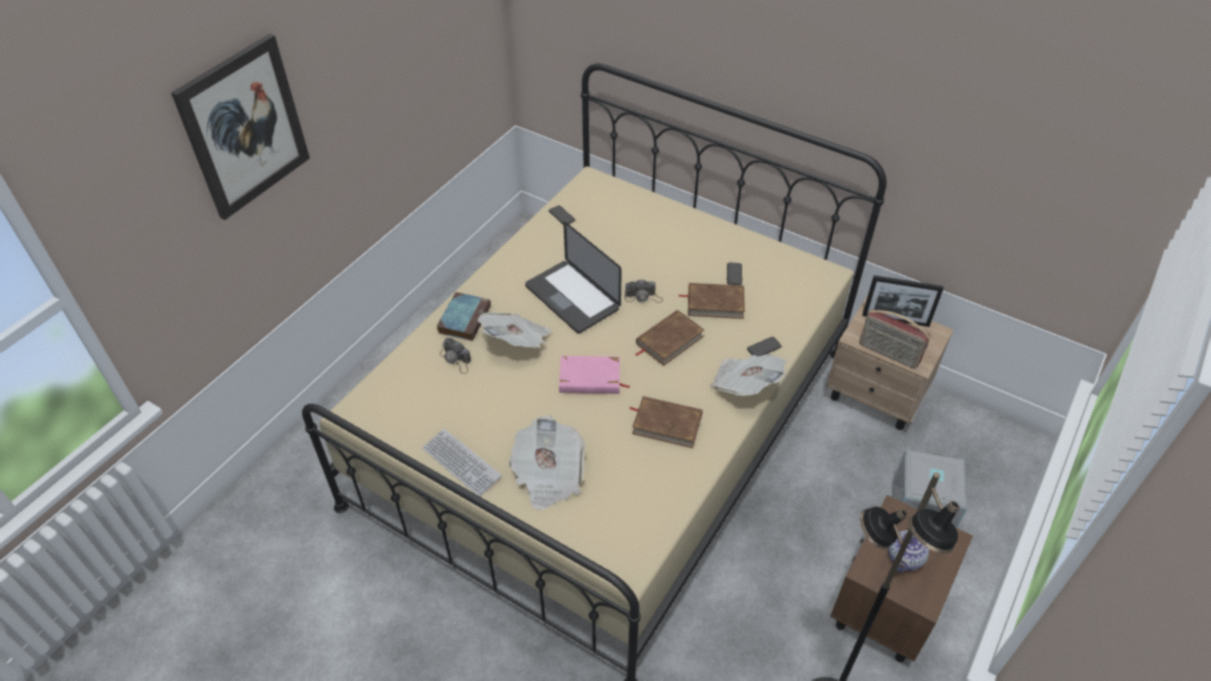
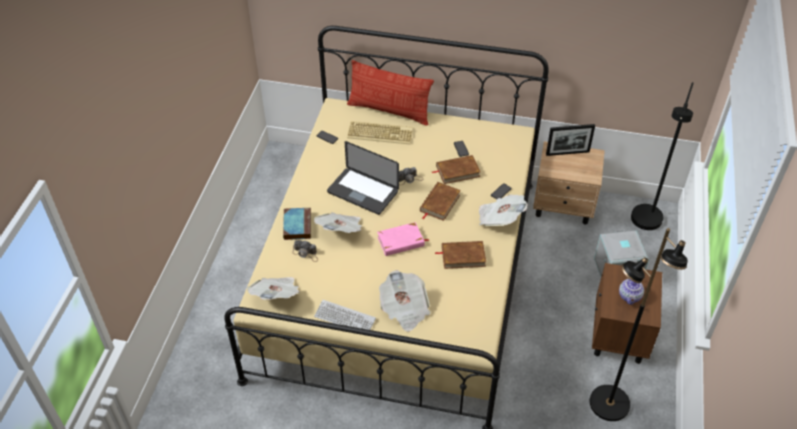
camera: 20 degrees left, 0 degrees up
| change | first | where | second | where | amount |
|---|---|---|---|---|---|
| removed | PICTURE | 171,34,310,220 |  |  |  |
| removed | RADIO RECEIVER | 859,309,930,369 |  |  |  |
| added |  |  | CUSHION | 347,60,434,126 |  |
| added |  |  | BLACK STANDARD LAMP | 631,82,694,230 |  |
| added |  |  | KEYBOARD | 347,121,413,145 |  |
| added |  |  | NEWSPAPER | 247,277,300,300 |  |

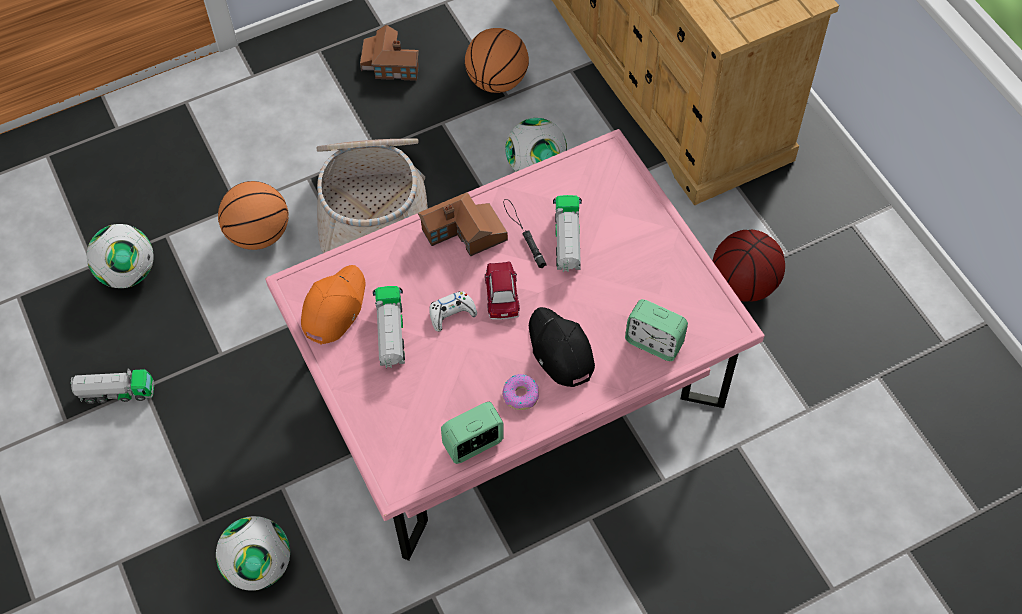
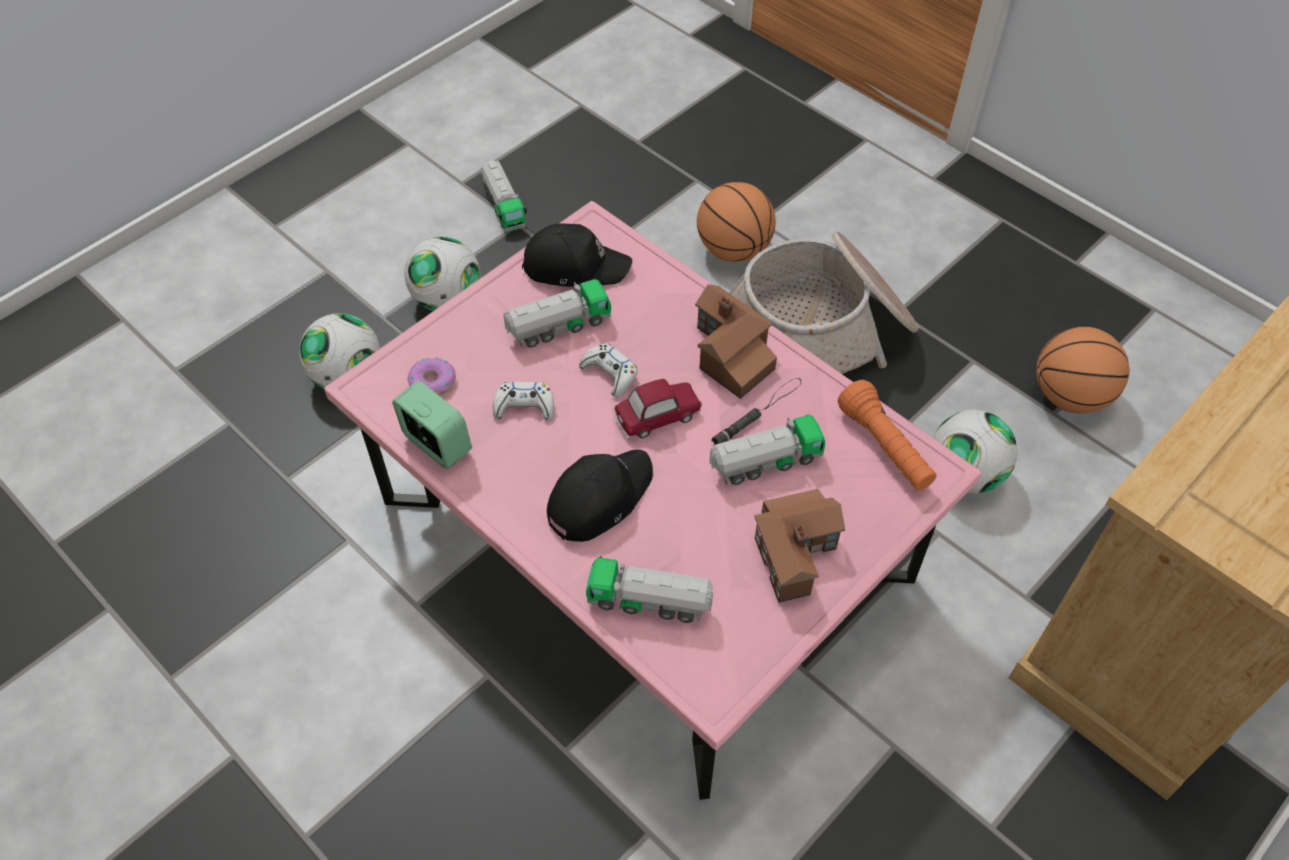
camera: 70 degrees right, 5 degrees down
| change | first | where | second | where | amount |
|---|---|---|---|---|---|
| moved | TOY HOUSE | 360,24,419,81 |  | 754,489,845,603 |  |
| moved | BALL FOR FOOTBALL | 87,224,154,288 |  | 404,237,481,311 |  |
| removed | BASKETBALL | 713,230,785,302 |  |  |  |
| recoloured | ORANGEY CAP | 301,265,366,345 | BLACK CAP | 522,224,632,287 |  |
| replaced | TABLE CLOCK | 625,299,688,361 | TOY TRUCK | 586,556,713,623 |  |
| moved | RING DOUGHNUT | 502,374,539,410 |  | 407,357,456,396 |  |
| added |  |  | ORANGEY FLASHLIGHT | 838,380,937,490 |  |
| added |  |  | WHITE-COLOURED GAMEPAD | 493,382,554,421 |  |

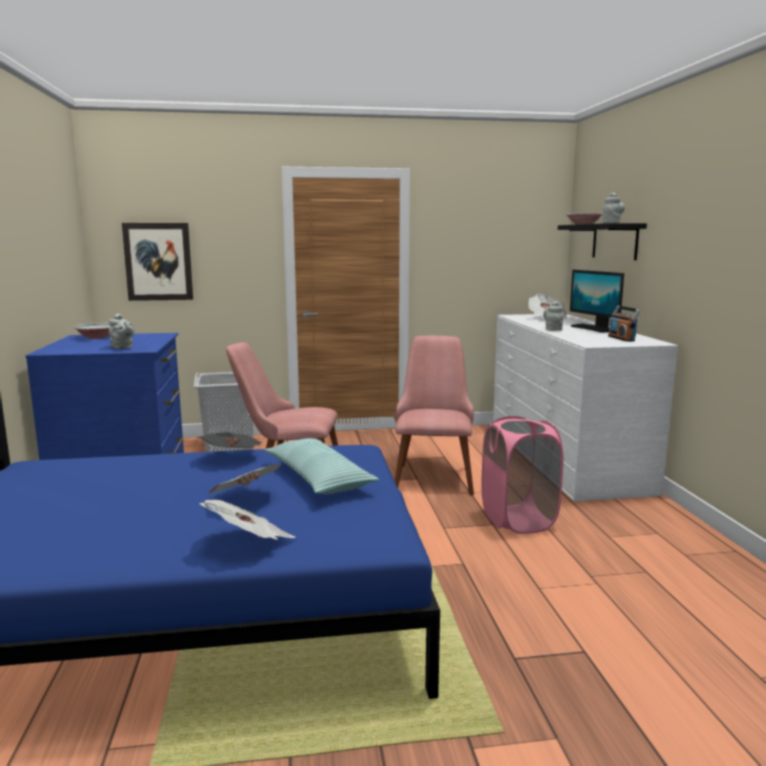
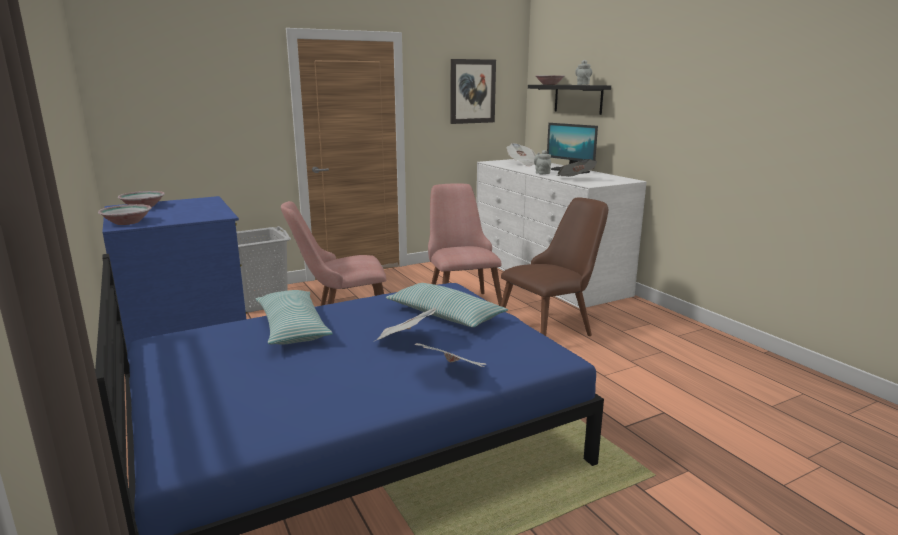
camera: 20 degrees left, 5 degrees up
| change | first | where | second | where | amount |
|---|---|---|---|---|---|
| moved | PICTURE | 122,223,193,301 |  | 451,59,496,124 |  |
| removed | RADIO RECEIVER | 608,306,641,342 |  |  |  |
| removed | GREY TEA POT | 109,314,135,349 |  |  |  |
| replaced | PINK-COLOURED HAMPER | 481,416,563,534 | BROWN UPRIGHT CHAIR | 500,197,608,336 |  |
| moved | NEWSPAPER | 197,433,262,448 |  | 557,159,597,177 |  |
| added |  |  | BOWL | 98,204,152,225 |  |
| added |  |  | CUSHION | 256,290,333,345 |  |

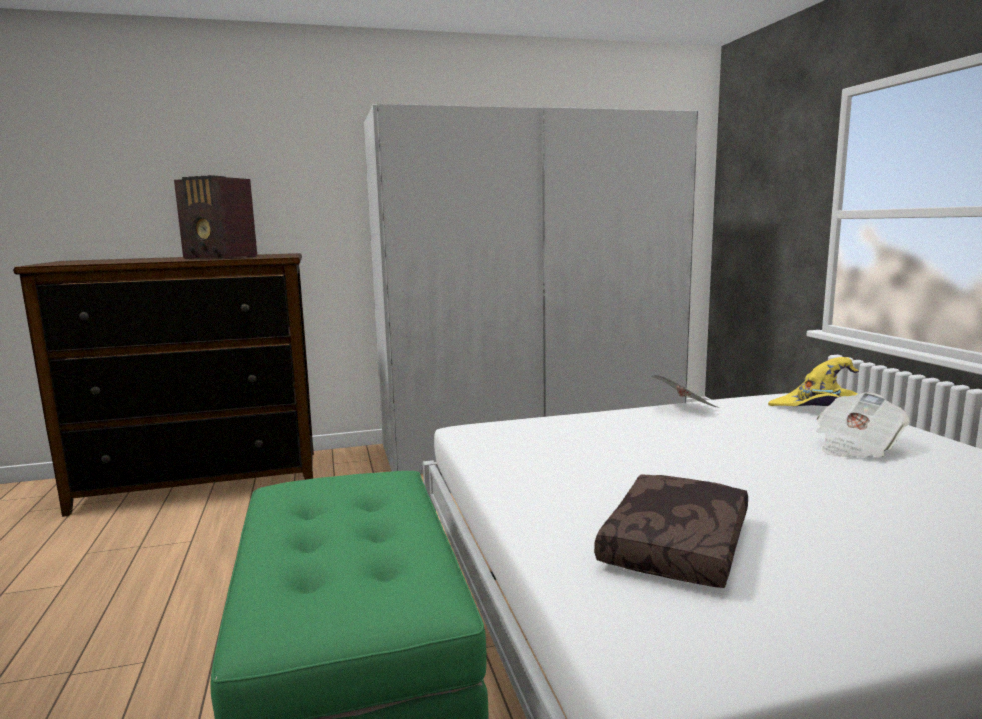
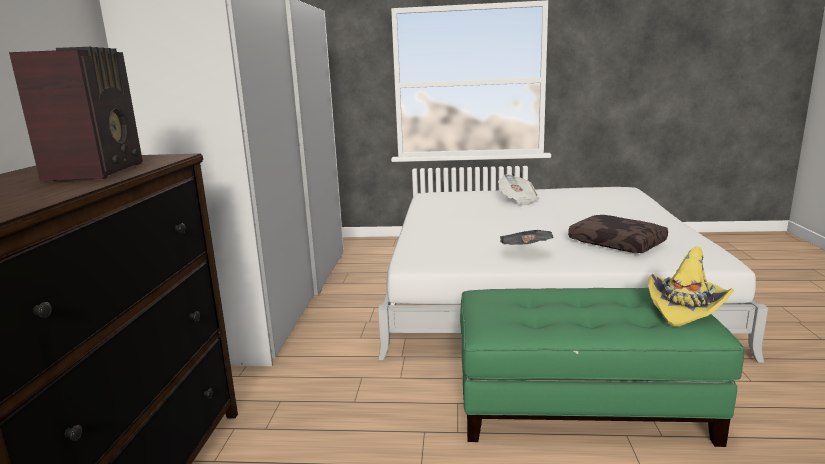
camera: 70 degrees left, 5 degrees up
| change | first | where | second | where | amount |
|---|---|---|---|---|---|
| turned | RADIO RECEIVER | 174,175,257,259 |  | 9,47,143,182 | 45 degrees counterclockwise |
| moved | YELLOW HAT | 768,357,858,406 |  | 648,246,734,327 |  |
| moved | NEWSPAPER | 651,375,717,407 |  | 500,230,554,245 |  |

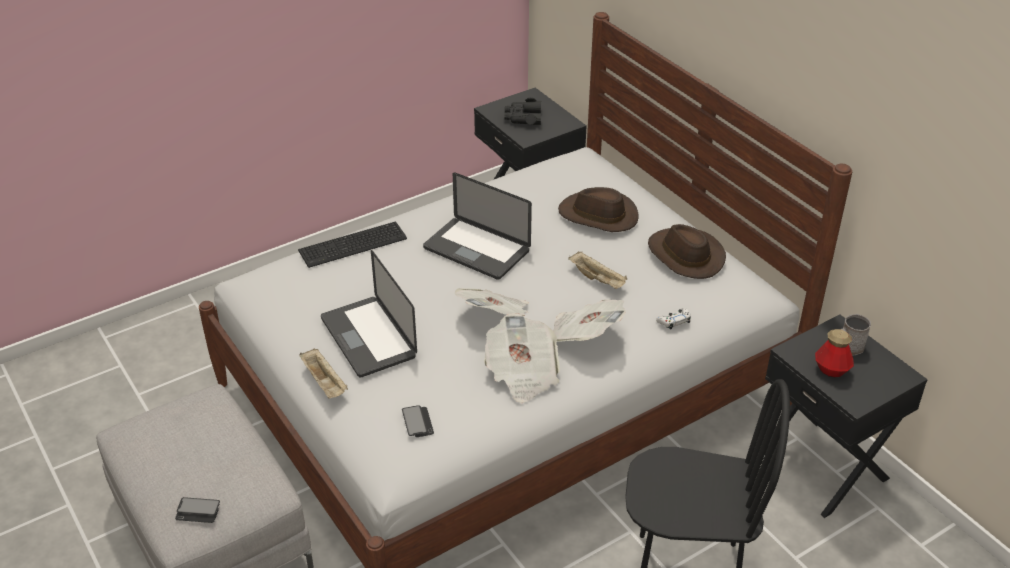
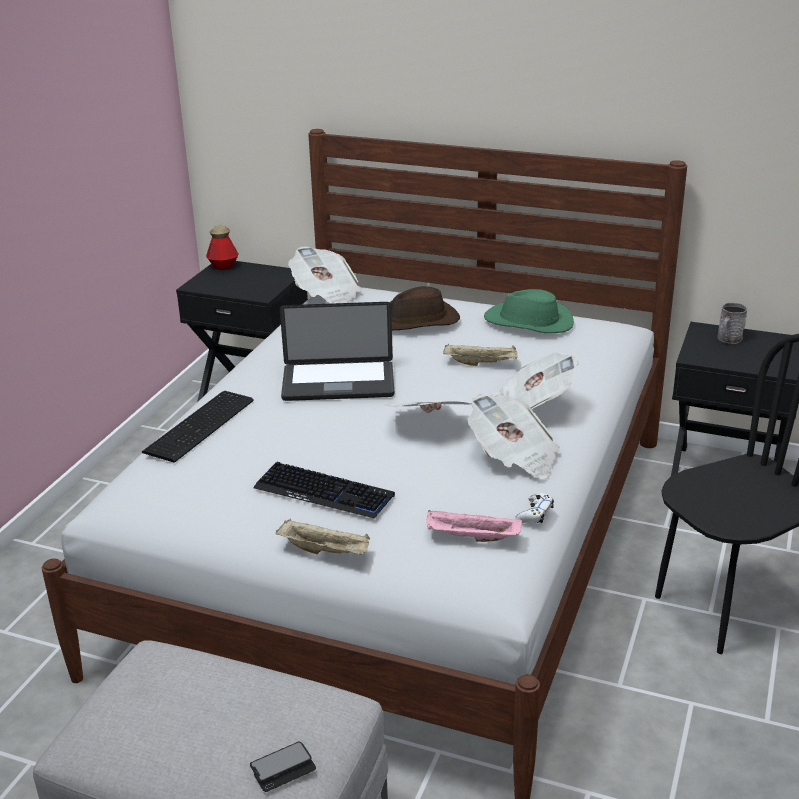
camera: 35 degrees left, 10 degrees down
| change | first | where | second | where | amount |
|---|---|---|---|---|---|
| removed | BLACK PAIR OF BINOCULARS | 504,98,541,125 |  |  |  |
| recoloured | BROWN HAT | 648,224,726,279 | GREEN HAT | 484,289,574,333 |  |
| replaced | NOTEBOOK COMPUTER | 321,250,417,378 | KEYBOARD | 254,462,395,519 |  |
| moved | WHITE-COLOURED GAMEPAD | 656,308,691,329 |  | 515,493,554,523 |  |
| moved | DRINK BOTTLE | 815,329,854,377 |  | 206,226,239,270 |  |
| replaced | TELEPHONE | 402,405,434,437 | PINK-COLOURED CARRYING TRAY | 427,510,522,542 |  |
| added |  |  | NEWSPAPER | 288,246,362,304 |  |

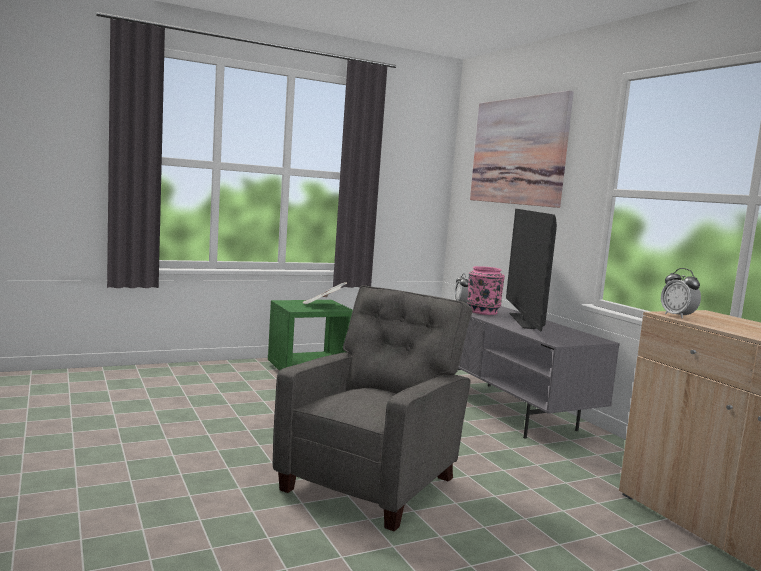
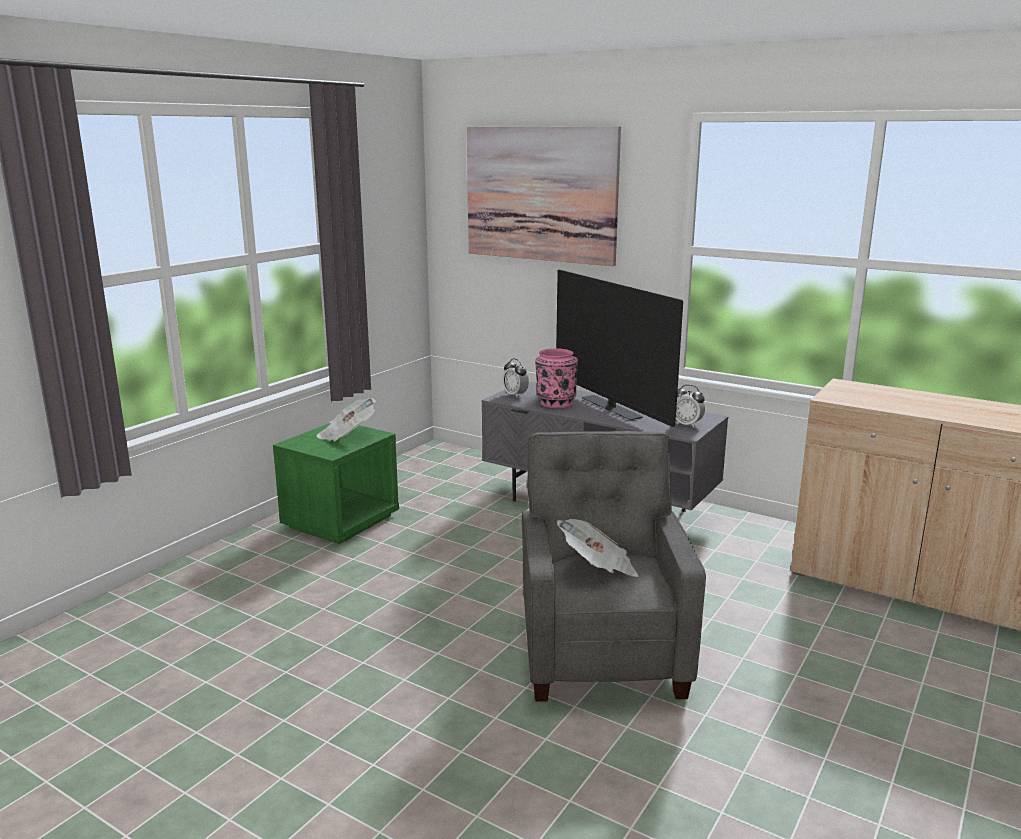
camera: 30 degrees left, 10 degrees up
| change | first | where | second | where | amount |
|---|---|---|---|---|---|
| moved | TABLE CLOCK | 661,268,701,319 |  | 676,385,705,428 |  |
| added |  |  | NEWSPAPER | 557,519,639,577 |  |

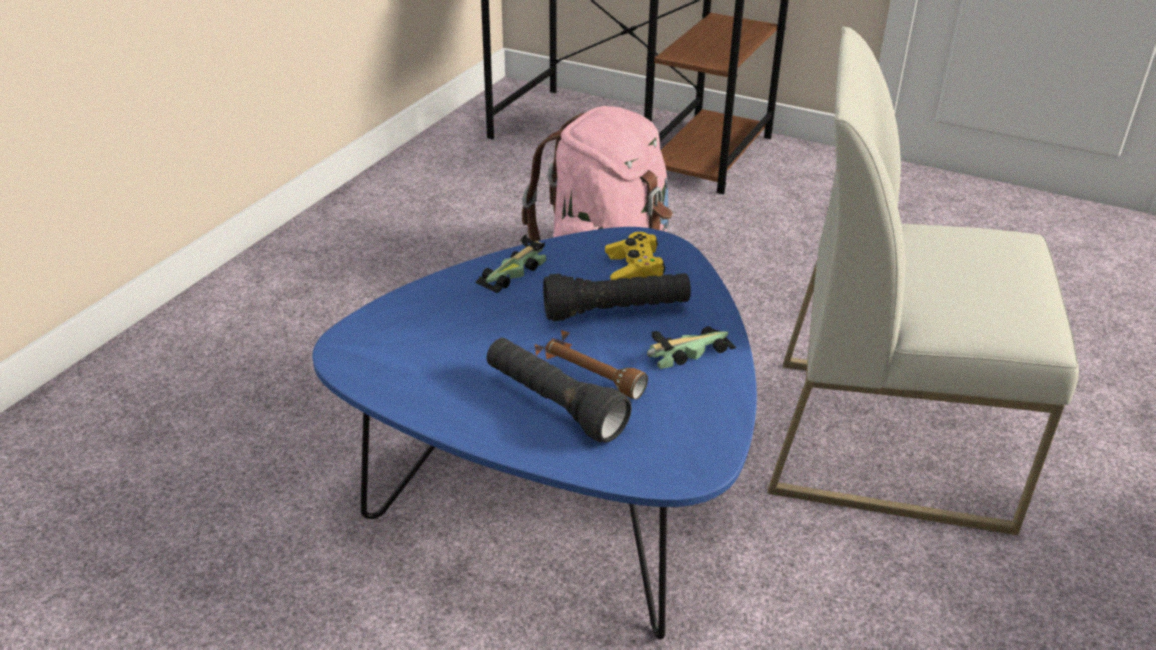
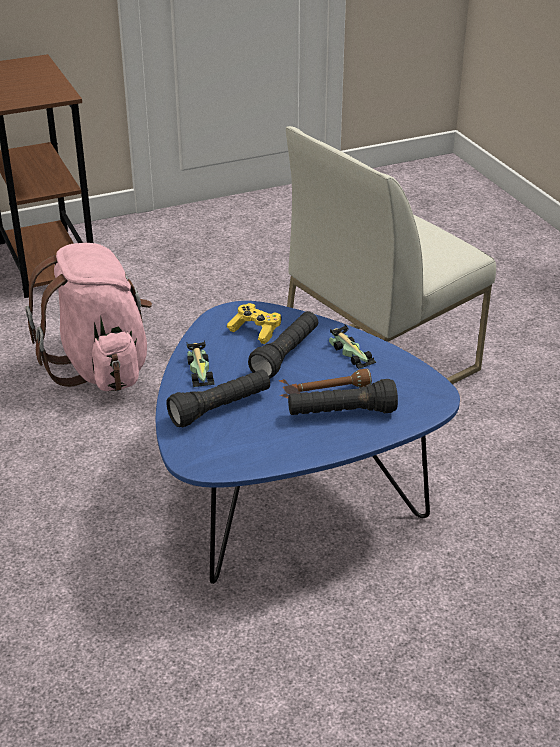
camera: 50 degrees left, 0 degrees up
| change | first | where | second | where | amount |
|---|---|---|---|---|---|
| turned | MODEL CAR | 647,326,736,369 |  | 329,324,376,369 | 135 degrees clockwise |
| added |  |  | BLACK FLASHLIGHT | 166,369,270,427 |  |

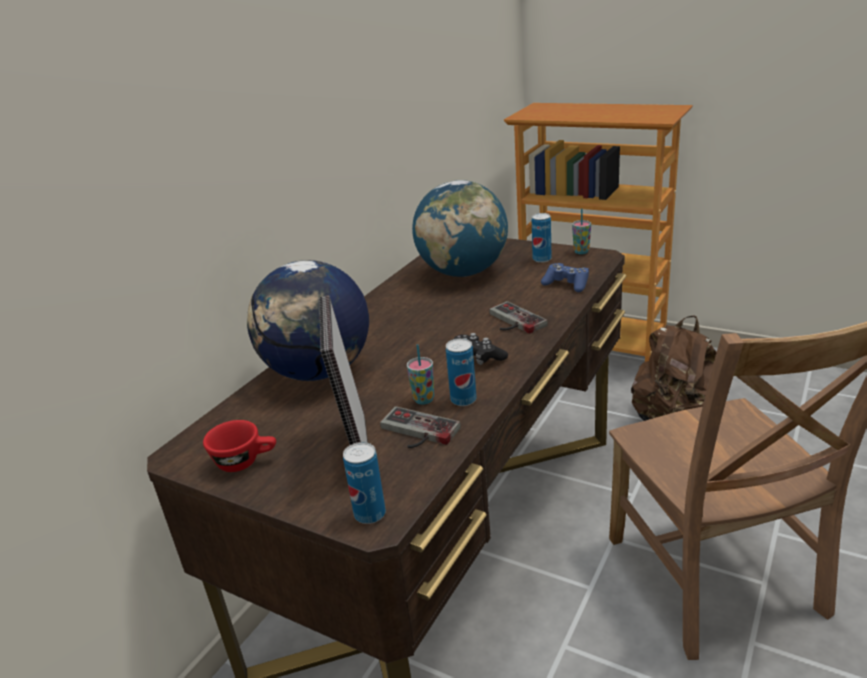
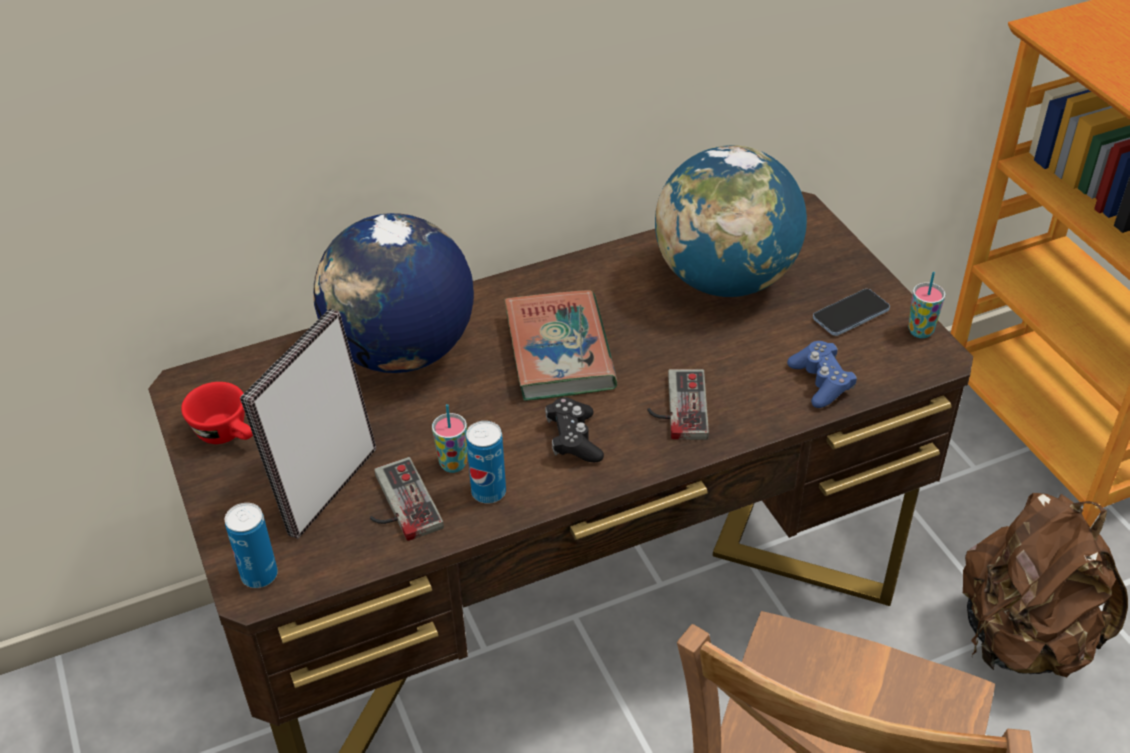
camera: 35 degrees right, 15 degrees up
| change | first | where | second | where | amount |
|---|---|---|---|---|---|
| replaced | CAN | 532,213,552,263 | TELEPHONE | 813,289,890,336 |  |
| added |  |  | BOUND BOOK | 504,290,617,401 |  |

